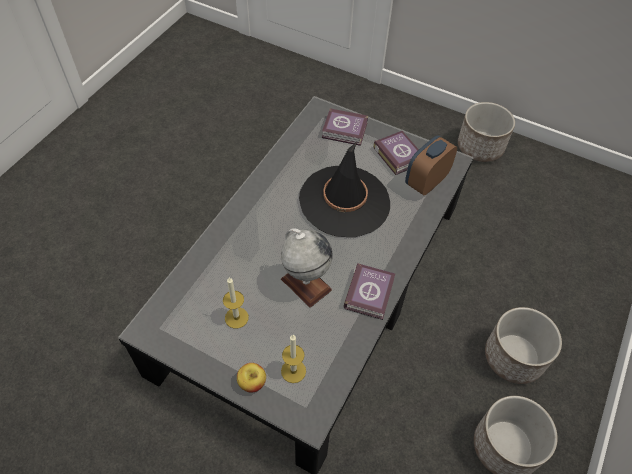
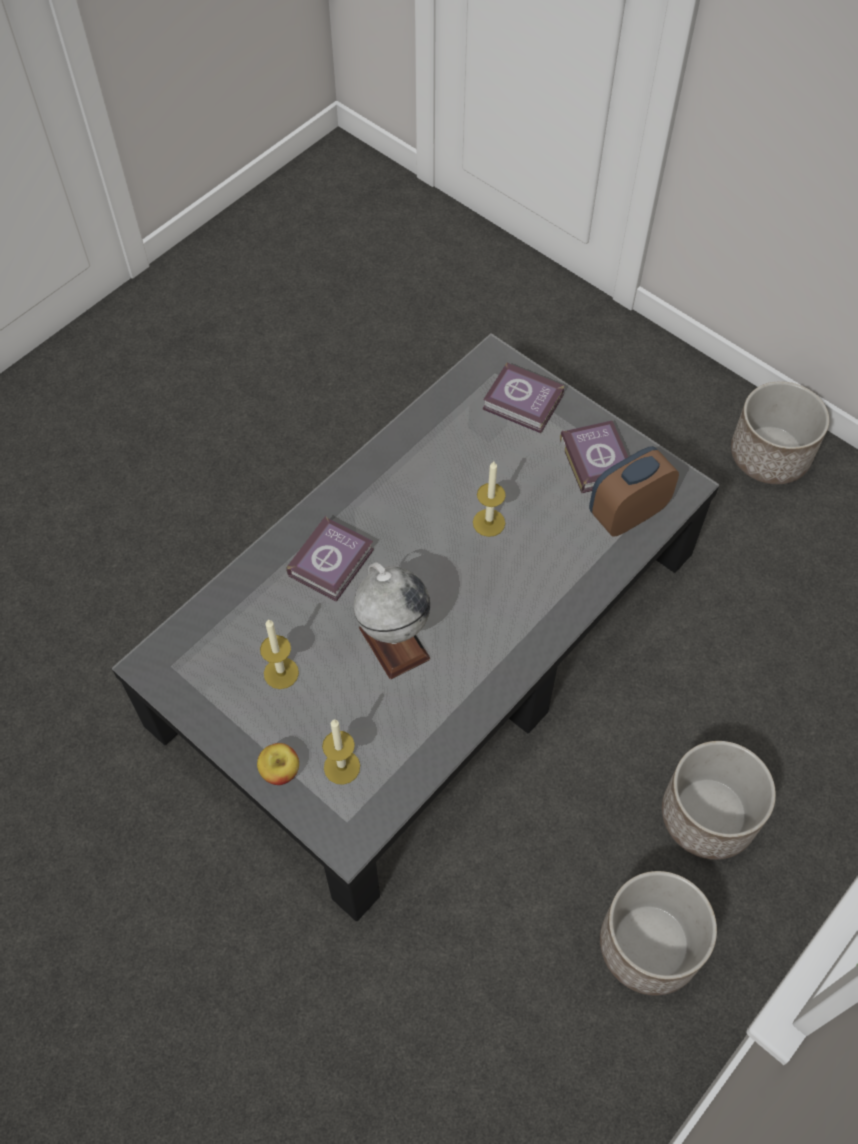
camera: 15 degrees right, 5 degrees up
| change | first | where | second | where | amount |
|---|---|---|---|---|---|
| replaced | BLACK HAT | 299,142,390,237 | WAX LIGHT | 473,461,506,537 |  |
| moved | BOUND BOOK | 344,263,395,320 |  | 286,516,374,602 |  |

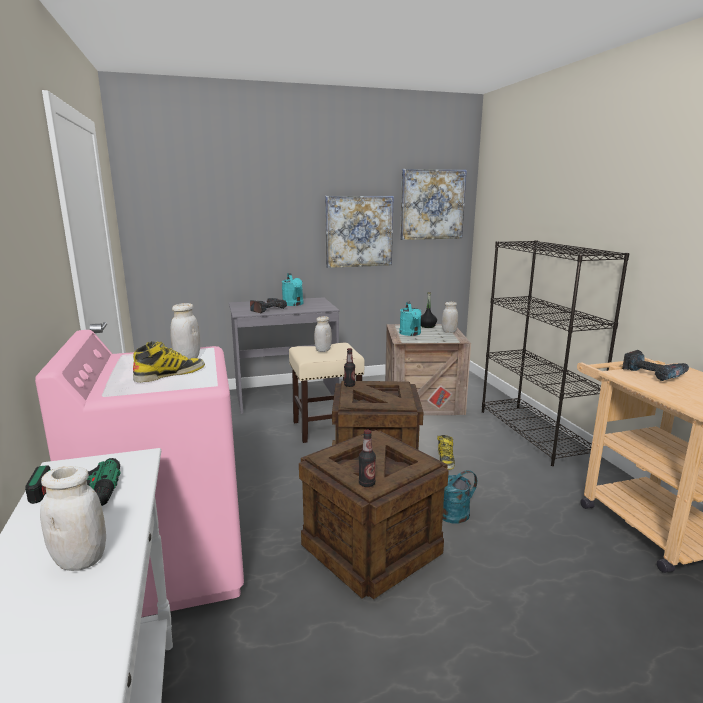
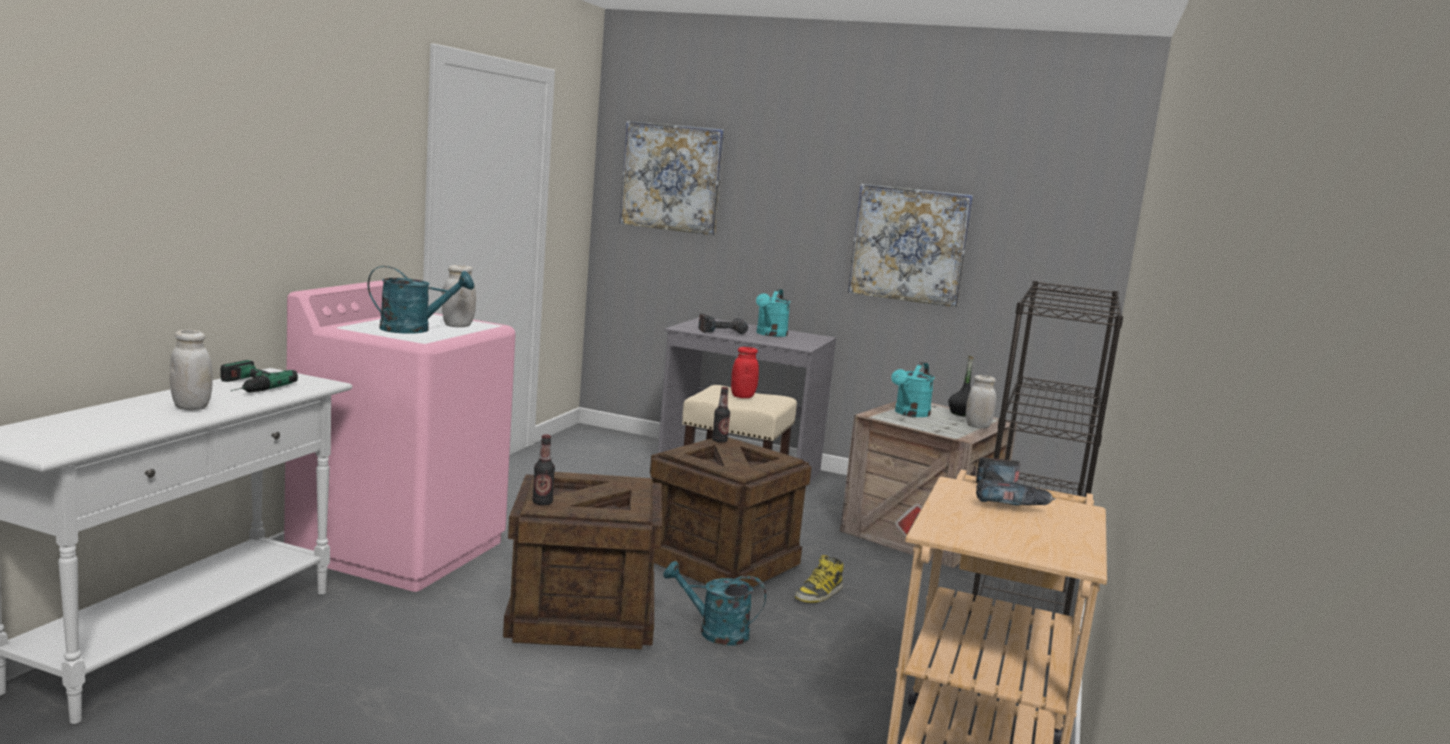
camera: 35 degrees right, 5 degrees down
| change | first | where | second | where | amount |
|---|---|---|---|---|---|
| moved | PICTURE | 400,169,467,240 |  | 619,121,725,235 |  |
| recoloured | WHITE-COLOURED JAR | 314,316,332,352 | REDDISH JAR | 731,347,759,398 |  |
| replaced | HIGH-TOP BOOT | 133,341,205,382 | TURQUOISE-COLOURED SPRINKLING CAN | 368,266,474,334 |  |

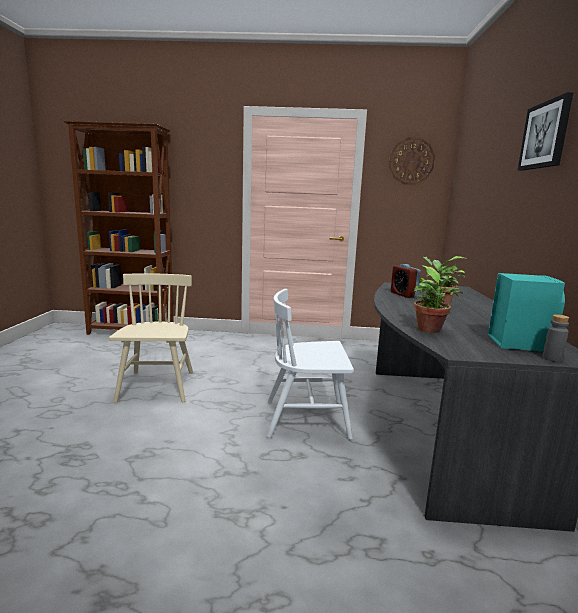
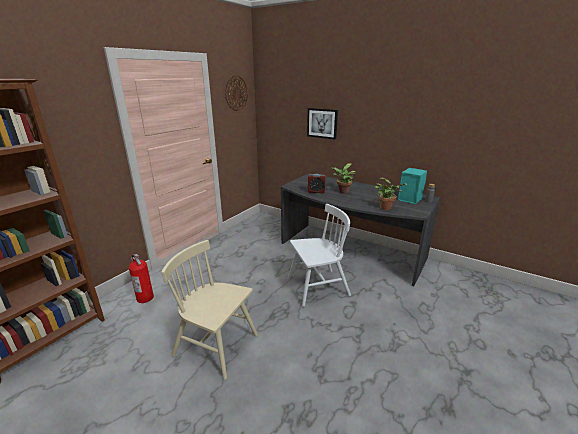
camera: 60 degrees left, 10 degrees up
| change | first | where | second | where | amount |
|---|---|---|---|---|---|
| moved | PICTURE | 518,92,573,171 |  | 307,108,338,139 |  |
| turned | WHITE-COLOURED UPRIGHT CHAIR | 266,289,354,440 |  | 287,204,351,307 | 135 degrees counterclockwise |
| added |  |  | FIRE EXTINGUISHER | 129,254,154,303 |  |

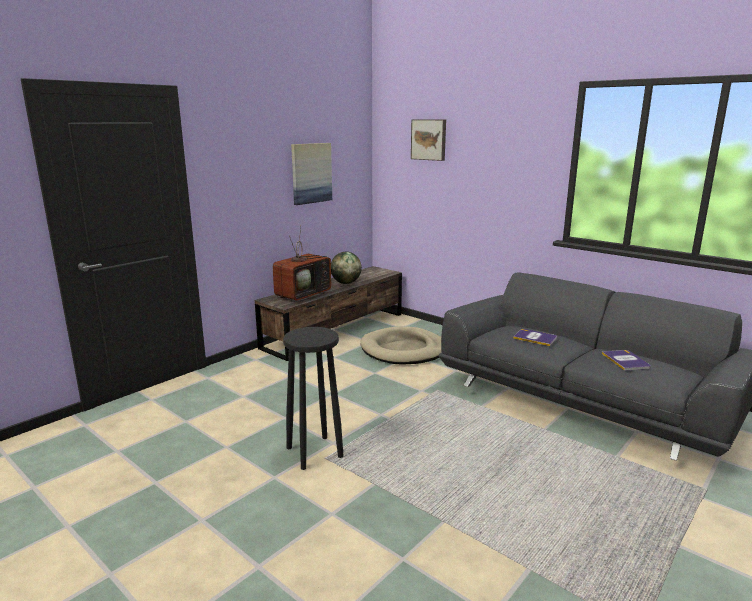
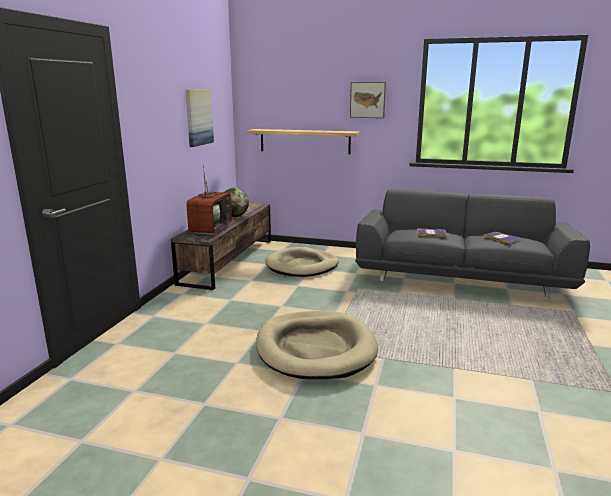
camera: 25 degrees left, 0 degrees up
| change | first | where | second | where | amount |
|---|---|---|---|---|---|
| moved | PICTURE | 411,119,446,161 |  | 350,82,386,118 |  |
| replaced | BLACK STOOL | 283,327,344,470 | BEIGE-COLOURED PET BED | 256,311,378,379 |  |
| added |  |  | SHELF | 247,129,359,154 |  |

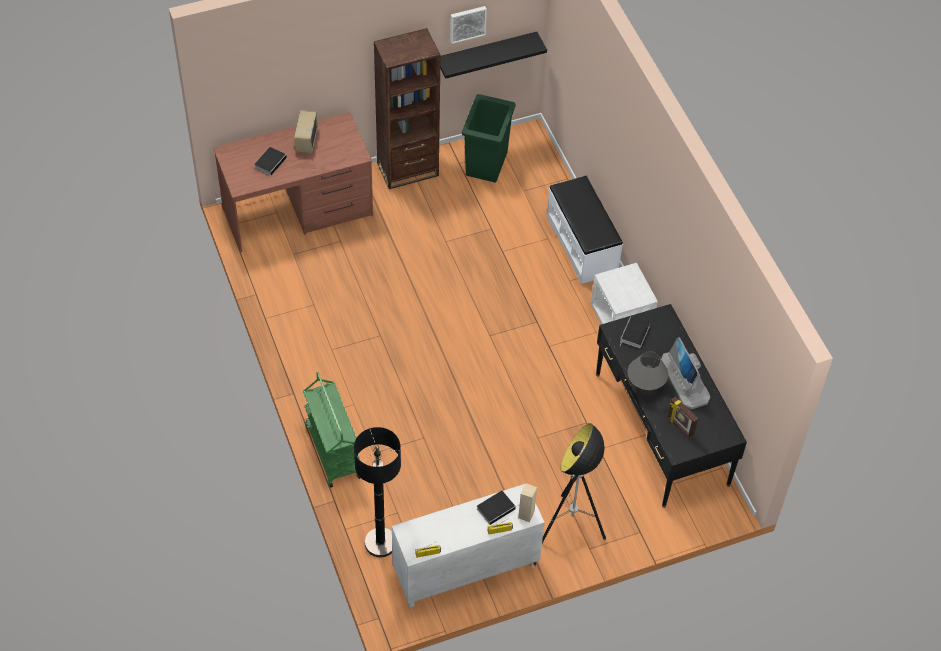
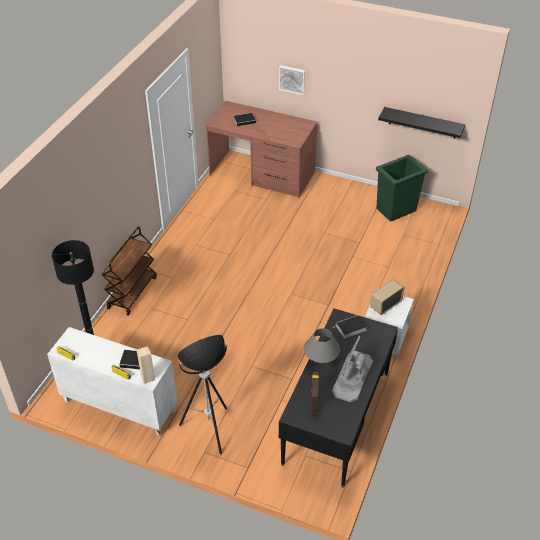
camera: 45 degrees right, 10 degrees down
| change | first | where | second | where | amount |
|---|---|---|---|---|---|
| moved | PICTURE | 450,6,487,44 |  | 279,65,305,95 |  |
| removed | BROWN SHELVING UNIT | 374,28,441,189 |  |  |  |
| moved | RADIO RECEIVER | 294,110,318,153 |  | 370,279,405,315 |  |
| removed | WHITE-COLOURED BENCH | 547,176,623,284 |  |  |  |
| recoloured | GREEN TROLLEY | 303,372,360,488 | BROWN TROLLEY | 101,227,157,316 |  |

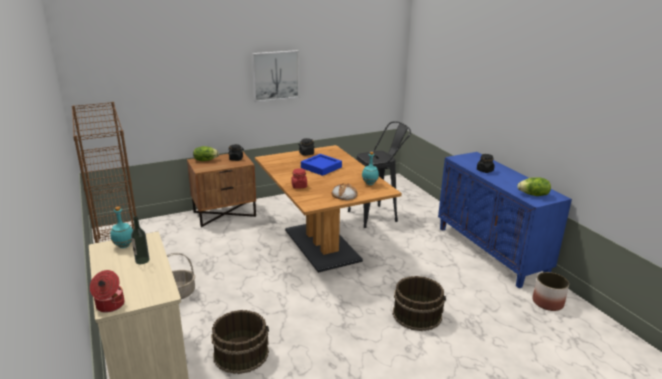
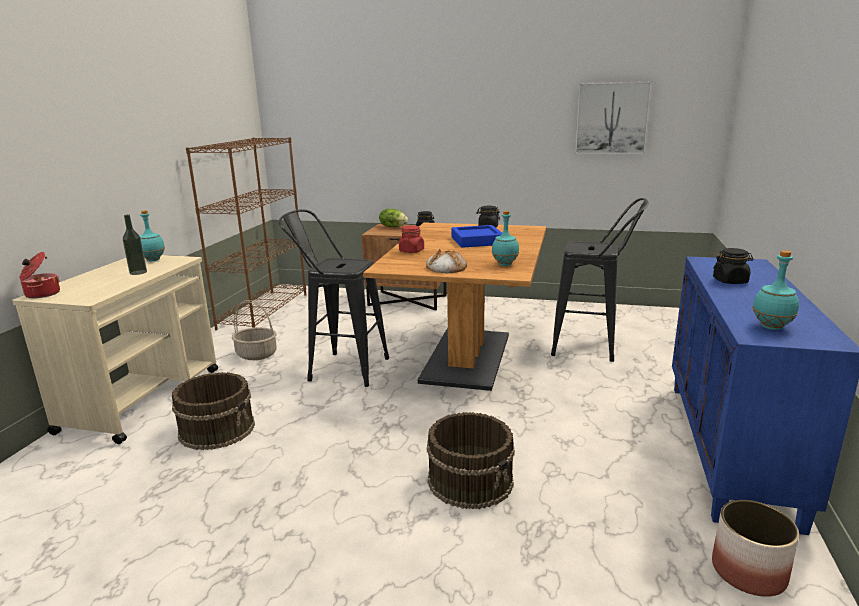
camera: 40 degrees right, 5 degrees down
| change | first | where | second | where | amount |
|---|---|---|---|---|---|
| moved | PICTURE | 252,50,299,102 |  | 575,81,652,154 |  |
| replaced | LETTUCE HEAD | 517,177,551,196 | TURQUOISE-COLOURED DRINK BOTTLE | 752,250,799,330 |  |
| added |  |  | BLACK STOOL | 279,209,389,387 |  |

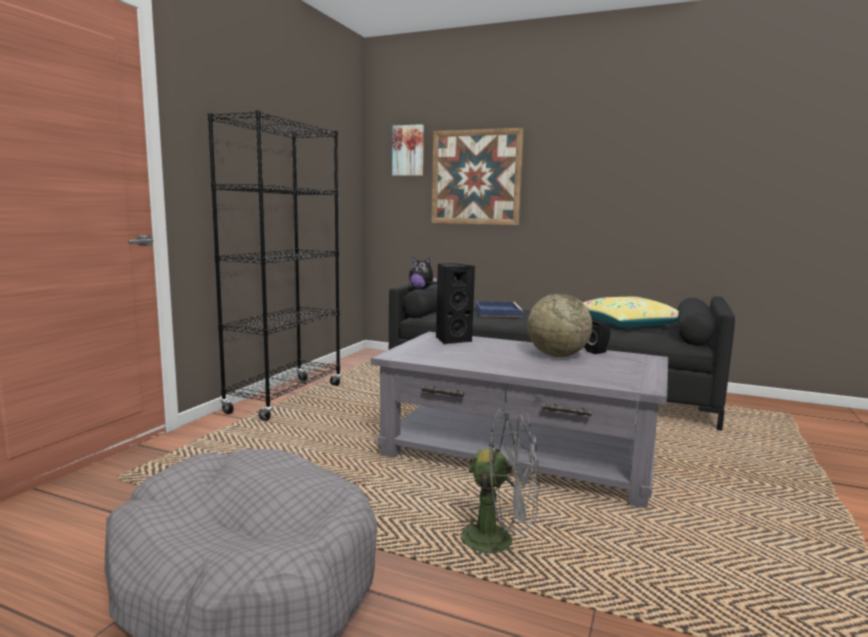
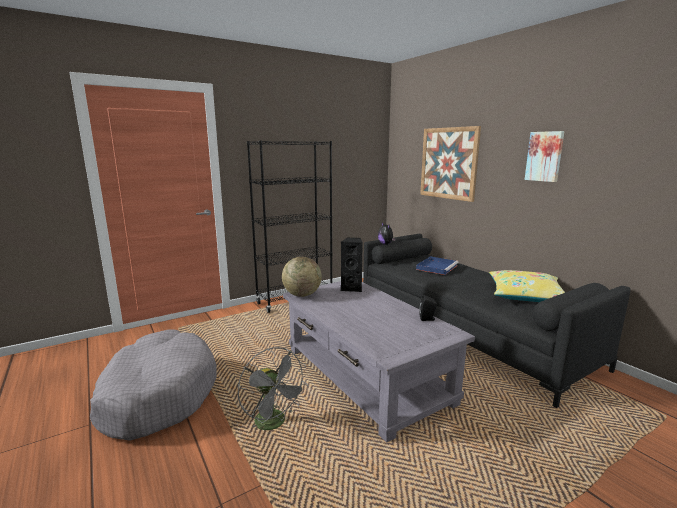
camera: 35 degrees right, 5 degrees up
| change | first | where | second | where | amount |
|---|---|---|---|---|---|
| moved | PICTURE | 392,124,424,176 |  | 525,131,565,182 |  |
| moved | GLOBE | 527,294,592,357 |  | 282,257,322,297 |  |

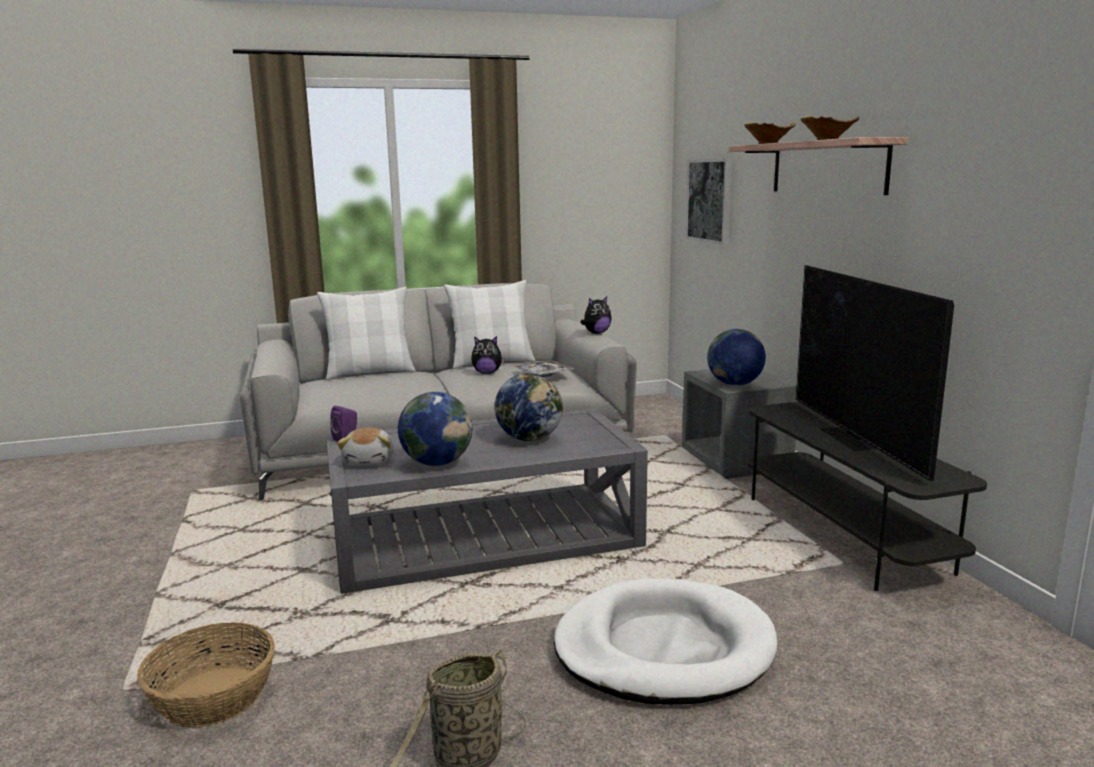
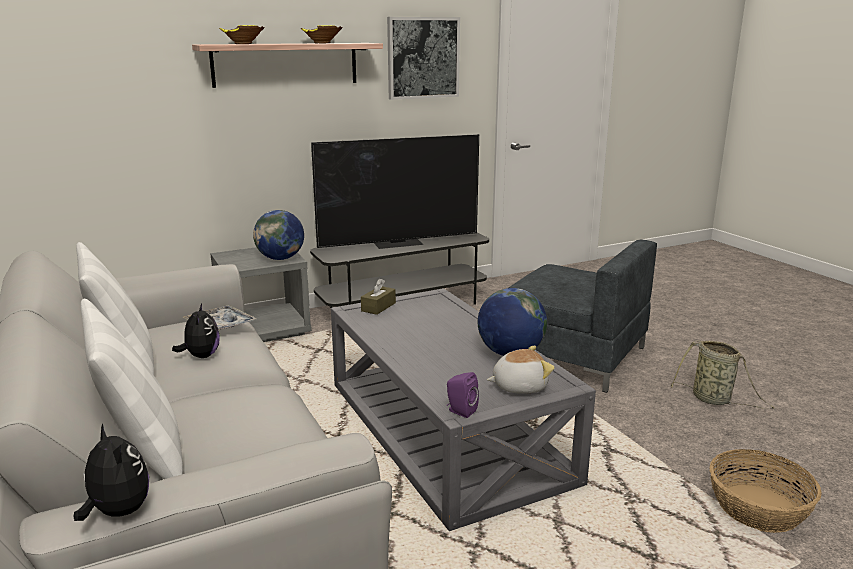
camera: 100 degrees left, 5 degrees up
| change | first | where | second | where | amount |
|---|---|---|---|---|---|
| moved | PICTURE | 686,158,732,245 |  | 387,17,460,100 |  |
| moved | CUDDLY TOY | 580,296,612,334 |  | 73,424,149,521 |  |
| removed | GLOBE | 495,373,563,441 |  |  |  |
| replaced | WHITE-COLOURED PET BED | 554,578,777,705 | GREY ARMCHAIR | 509,240,657,393 |  |
| added |  |  | BROWN BOX OF TISSUES | 361,279,396,315 |  |

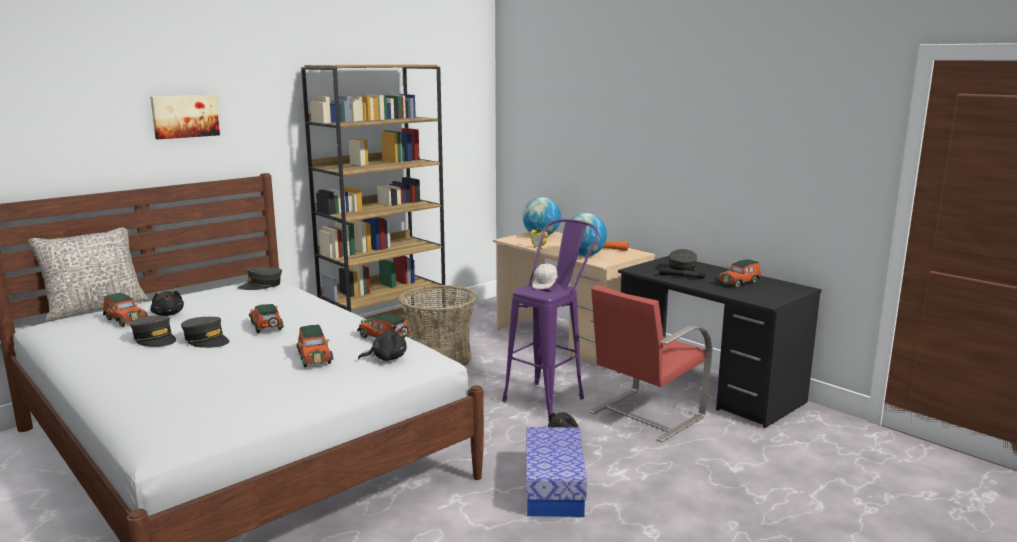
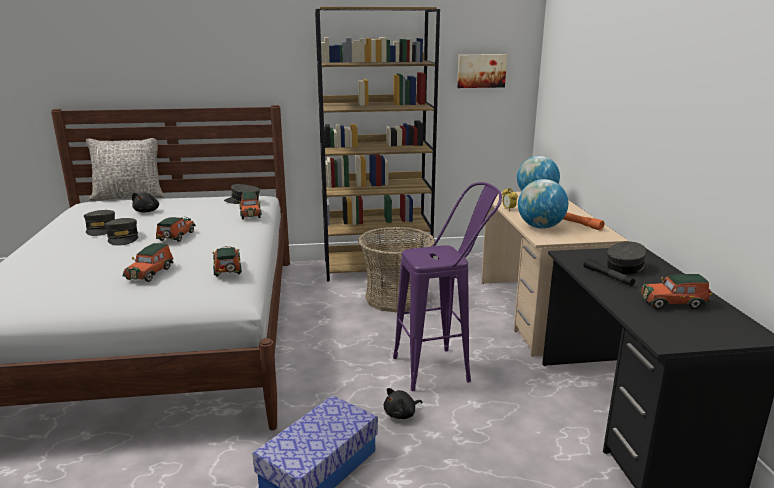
camera: 35 degrees right, 5 degrees up
| change | first | where | second | where | amount |
|---|---|---|---|---|---|
| moved | PICTURE | 150,95,220,139 |  | 457,54,507,88 |  |
| removed | WHITE-COLOURED CAP | 532,264,558,289 |  |  |  |
| removed | REDDISH UPRIGHT CHAIR | 589,285,713,442 |  |  |  |
| moved | MODEL CAR | 103,293,148,327 |  | 239,192,262,219 |  |
| removed | BLACK CUDDLY TOY | 358,325,407,361 |  |  |  |

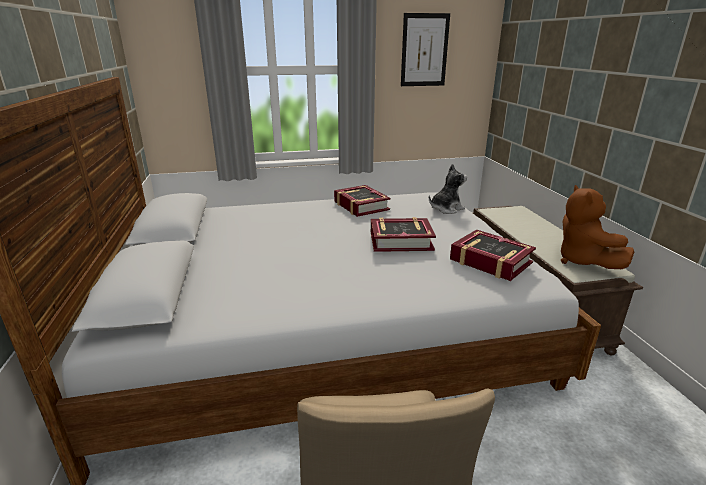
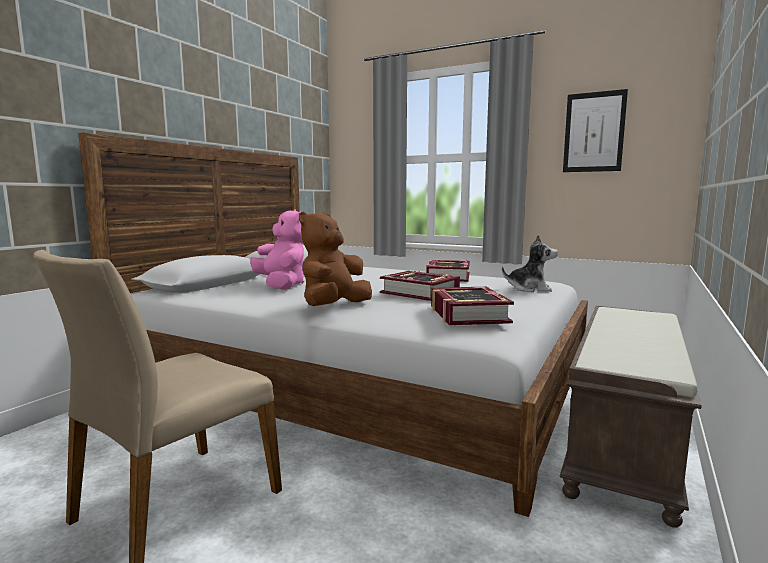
camera: 40 degrees right, 15 degrees down
| change | first | where | second | where | amount |
|---|---|---|---|---|---|
| moved | BROWN CUDDLY TOY | 561,185,634,269 |  | 299,212,372,306 |  |
| added |  |  | PINK-COLOURED CUDDLY TOY | 250,209,304,290 |  |

